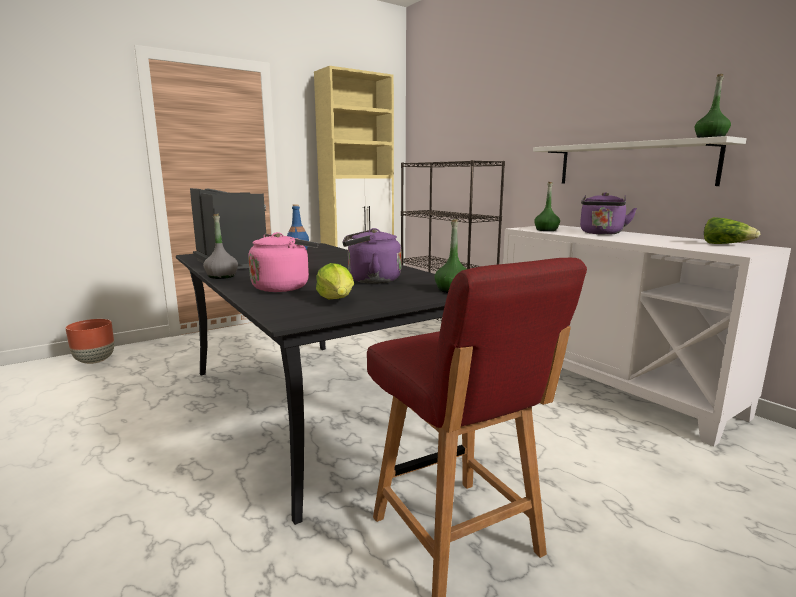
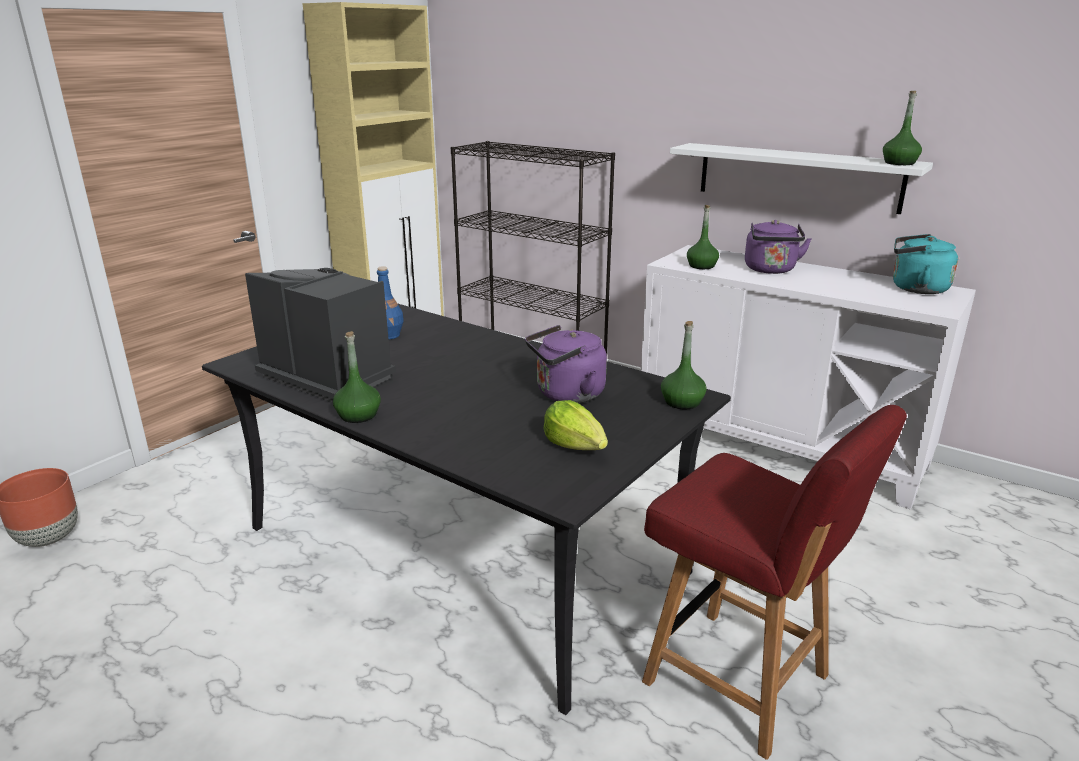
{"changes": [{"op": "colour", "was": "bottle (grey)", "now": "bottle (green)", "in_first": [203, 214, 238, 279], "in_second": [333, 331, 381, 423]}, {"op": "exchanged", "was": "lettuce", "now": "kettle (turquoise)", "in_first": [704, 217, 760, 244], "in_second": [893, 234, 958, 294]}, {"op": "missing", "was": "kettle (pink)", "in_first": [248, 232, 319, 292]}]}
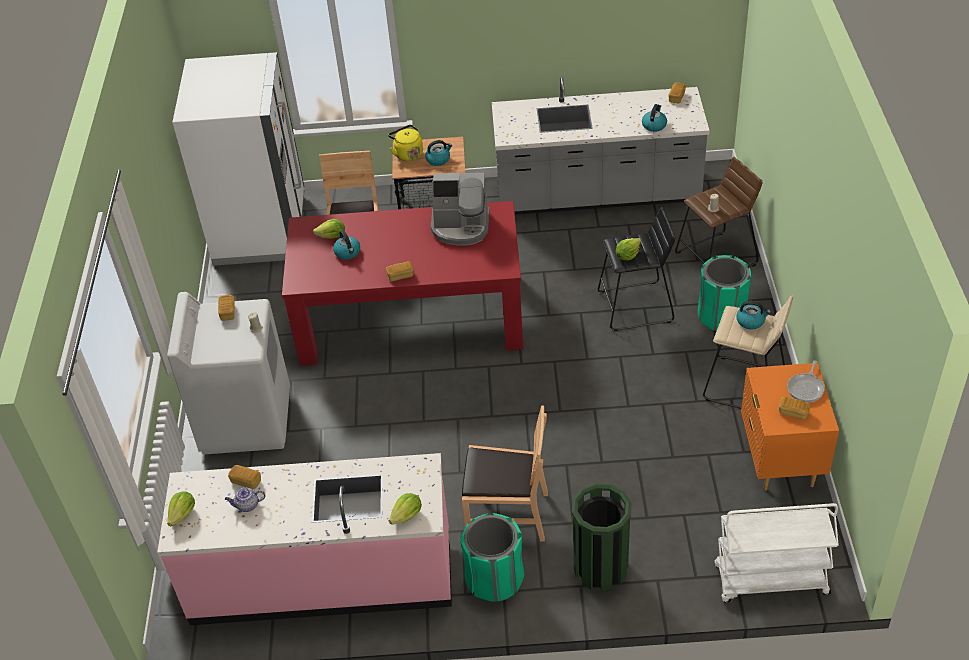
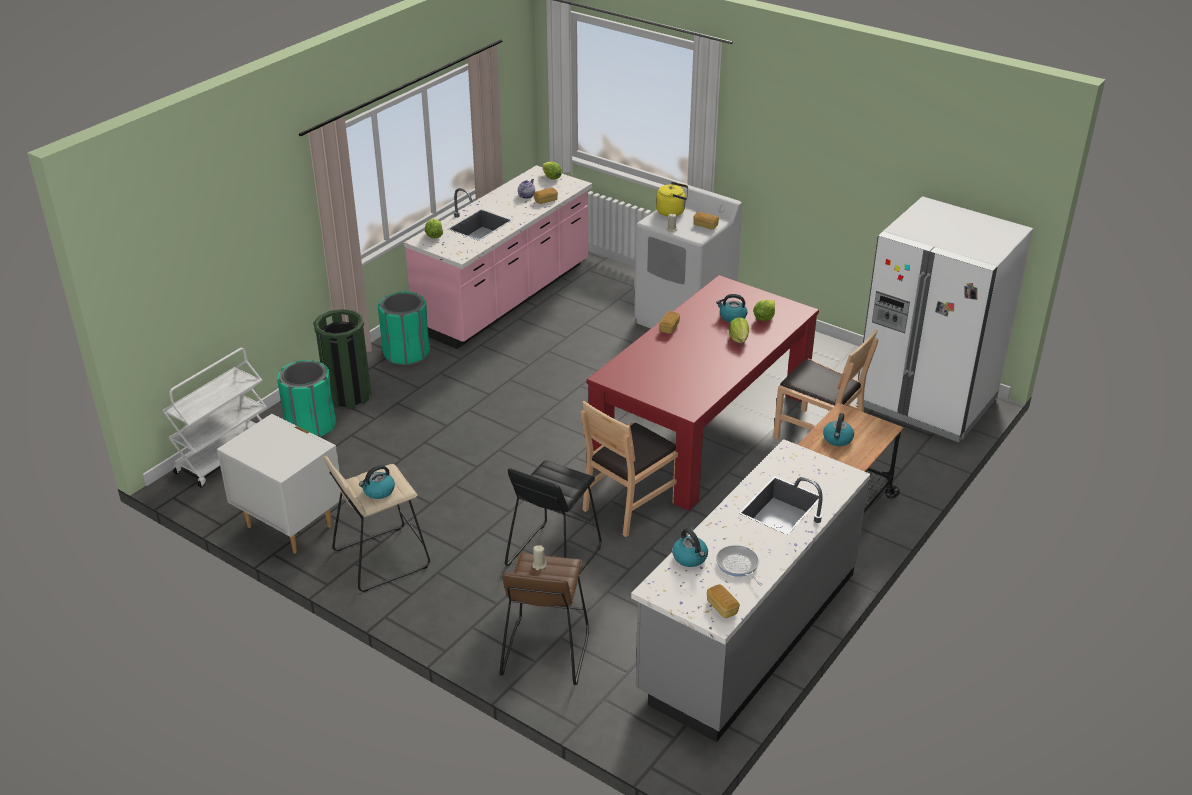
{"changes": [{"op": "colour", "was": "nightstand (orange)", "now": "nightstand (white)", "in_first": [741, 363, 839, 491], "in_second": [217, 414, 343, 553]}, {"op": "relocated", "was": "trash can (green)", "in_first": [698, 255, 751, 331], "in_second": [277, 360, 336, 437]}, {"op": "relocated", "was": "chair (brown)", "in_first": [462, 406, 548, 542], "in_second": [581, 401, 678, 537]}, {"op": "relocated", "was": "kettle (yellow)", "in_first": [388, 125, 423, 161], "in_second": [656, 182, 688, 216]}, {"op": "relocated", "was": "frying pan", "in_first": [787, 360, 825, 402], "in_second": [716, 545, 763, 585]}, {"op": "relocated", "was": "lettuce", "in_first": [616, 238, 641, 261], "in_second": [729, 317, 749, 343]}, {"op": "missing", "was": "coffee machine", "in_first": [431, 173, 490, 246]}, {"op": "missing", "was": "bread", "in_first": [779, 396, 811, 420]}]}
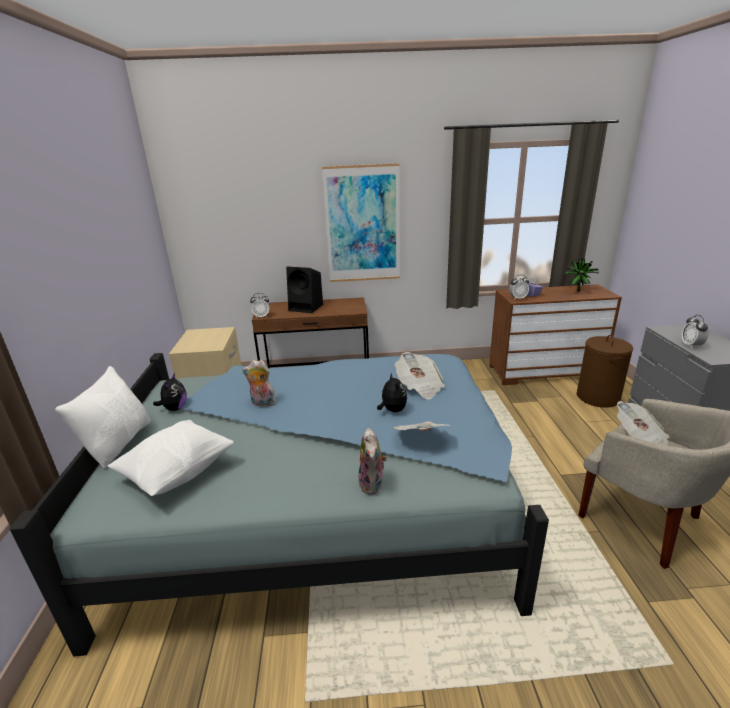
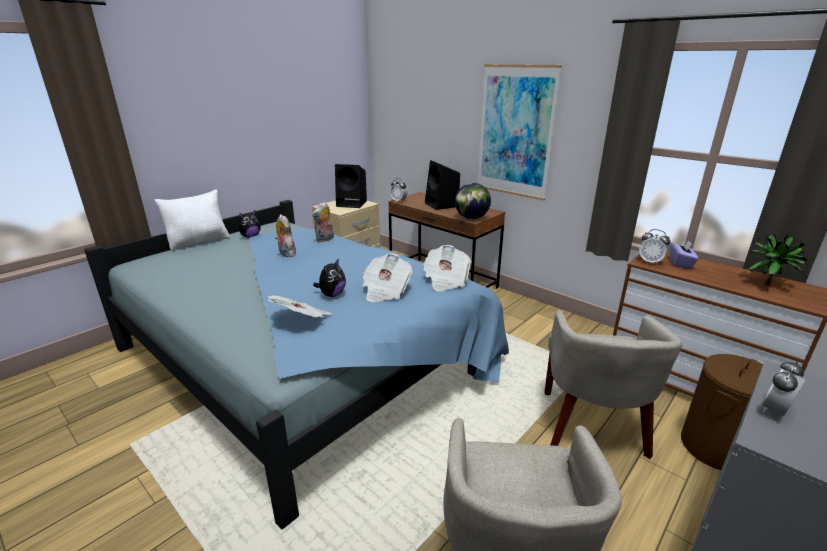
{"changes": [{"op": "relocated", "was": "plush toy", "in_first": [358, 428, 387, 495], "in_second": [312, 202, 334, 242]}, {"op": "appeared", "now": "speaker (black)", "in_second": [335, 164, 367, 208]}, {"op": "relocated", "was": "newspaper", "in_first": [617, 401, 669, 446], "in_second": [423, 245, 471, 291]}, {"op": "appeared", "now": "globe", "in_second": [455, 183, 491, 219]}, {"op": "appeared", "now": "armchair (beige)", "in_second": [545, 310, 682, 459]}, {"op": "missing", "was": "pillow (white)", "in_first": [108, 420, 234, 496]}]}
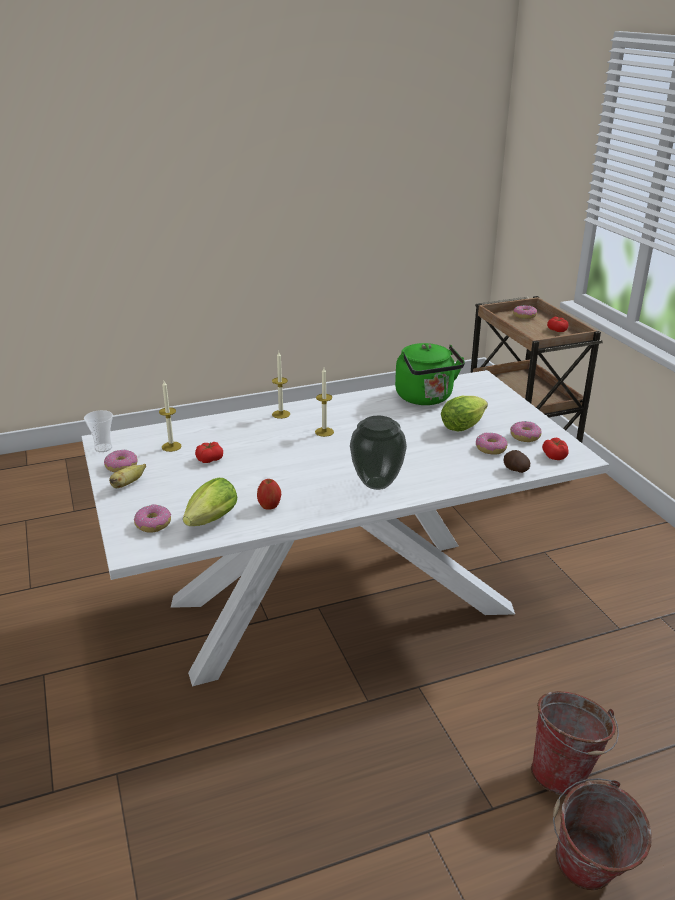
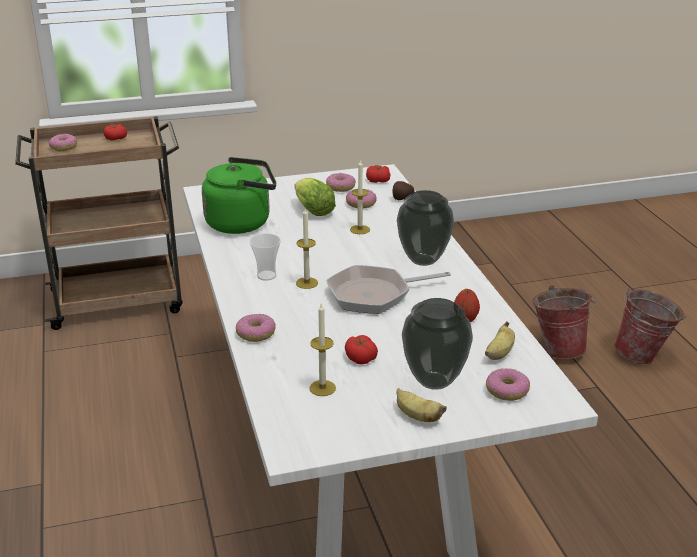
{"changes": [{"op": "relocated", "was": "donut", "in_first": [104, 450, 137, 472], "in_second": [236, 314, 276, 342]}, {"op": "relocated", "was": "cup", "in_first": [84, 410, 113, 452], "in_second": [249, 233, 281, 281]}, {"op": "appeared", "now": "frying pan", "in_second": [326, 265, 451, 314]}, {"op": "relocated", "was": "candle", "in_first": [272, 352, 290, 419], "in_second": [350, 159, 370, 234]}, {"op": "appeared", "now": "vase", "in_second": [402, 298, 473, 390]}, {"op": "exchanged", "was": "lettuce", "now": "banana", "in_first": [183, 478, 237, 526], "in_second": [485, 321, 515, 360]}]}
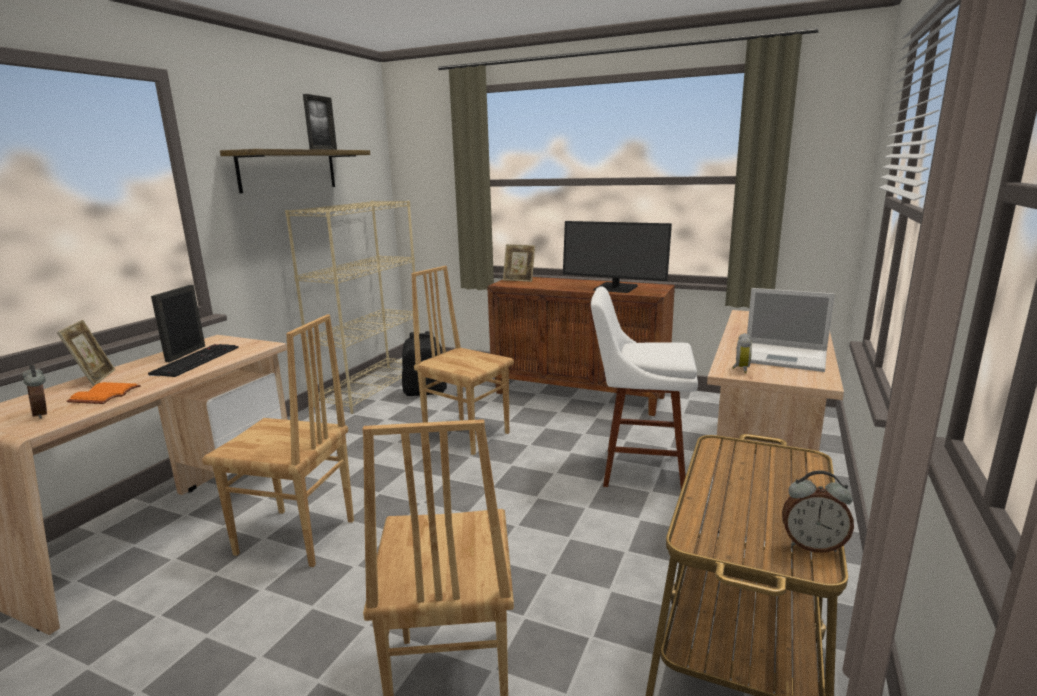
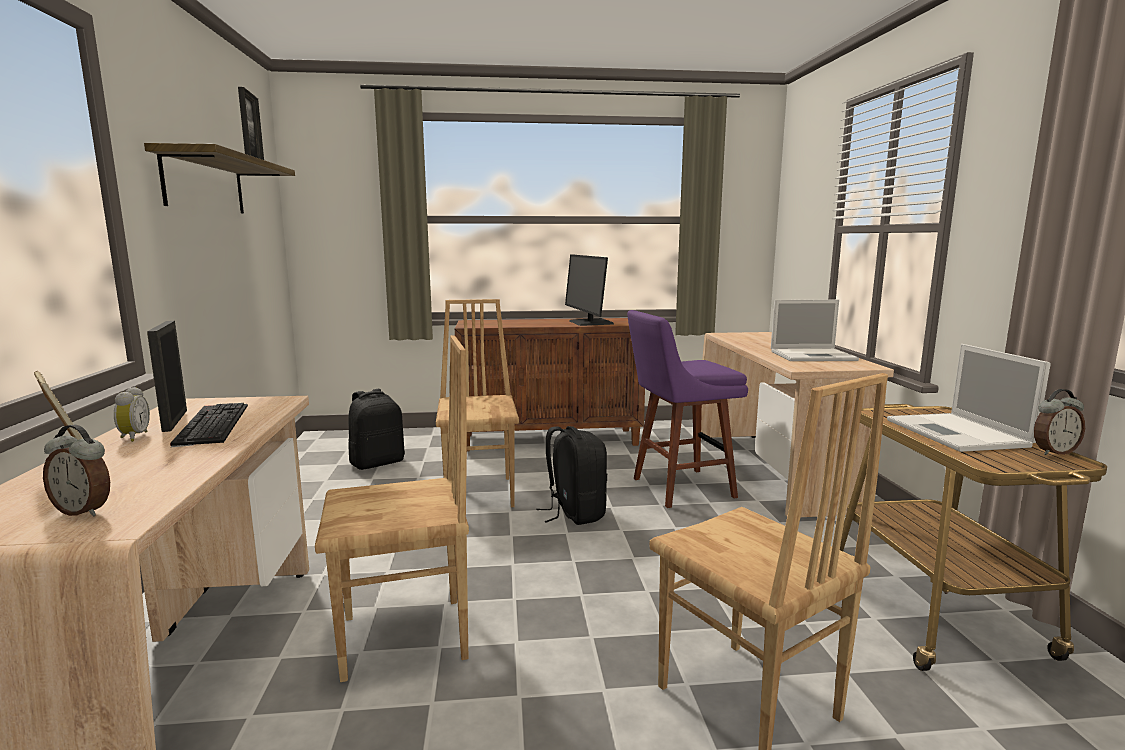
{"changes": [{"op": "relocated", "was": "alarm clock", "in_first": [732, 333, 752, 373], "in_second": [114, 387, 150, 442]}, {"op": "spun", "was": "chair (brown)", "in_first": [411, 266, 514, 455], "in_second": [436, 299, 519, 507], "clockwise": 75}, {"op": "appeared", "now": "backpack (black)", "in_second": [536, 426, 607, 525]}, {"op": "spun", "was": "monitor", "in_first": [563, 221, 672, 293], "in_second": [565, 254, 614, 326], "clockwise": 75}, {"op": "colour", "was": "stool (white)", "now": "stool (purple)", "in_first": [591, 287, 698, 489], "in_second": [627, 310, 748, 508]}, {"op": "appeared", "now": "laptop", "in_second": [887, 344, 1051, 452]}, {"op": "missing", "was": "book (orange)", "in_first": [67, 382, 141, 404]}, {"op": "missing", "was": "bookcase (beige)", "in_first": [285, 201, 420, 414]}, {"op": "missing", "was": "picture frame", "in_first": [503, 244, 535, 282]}]}
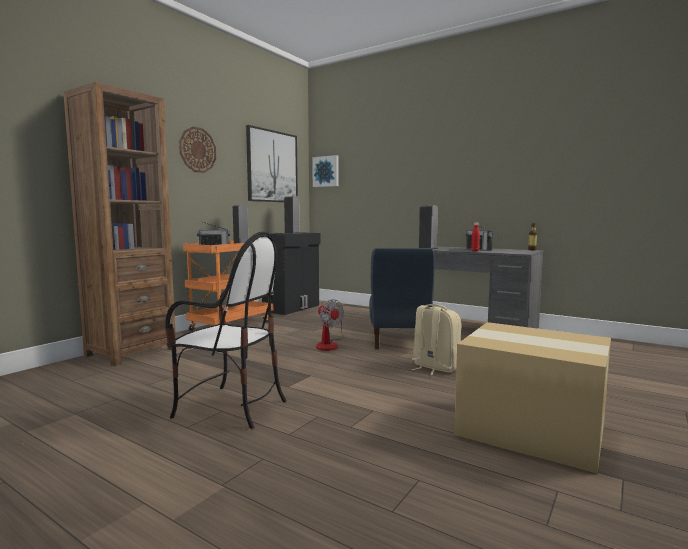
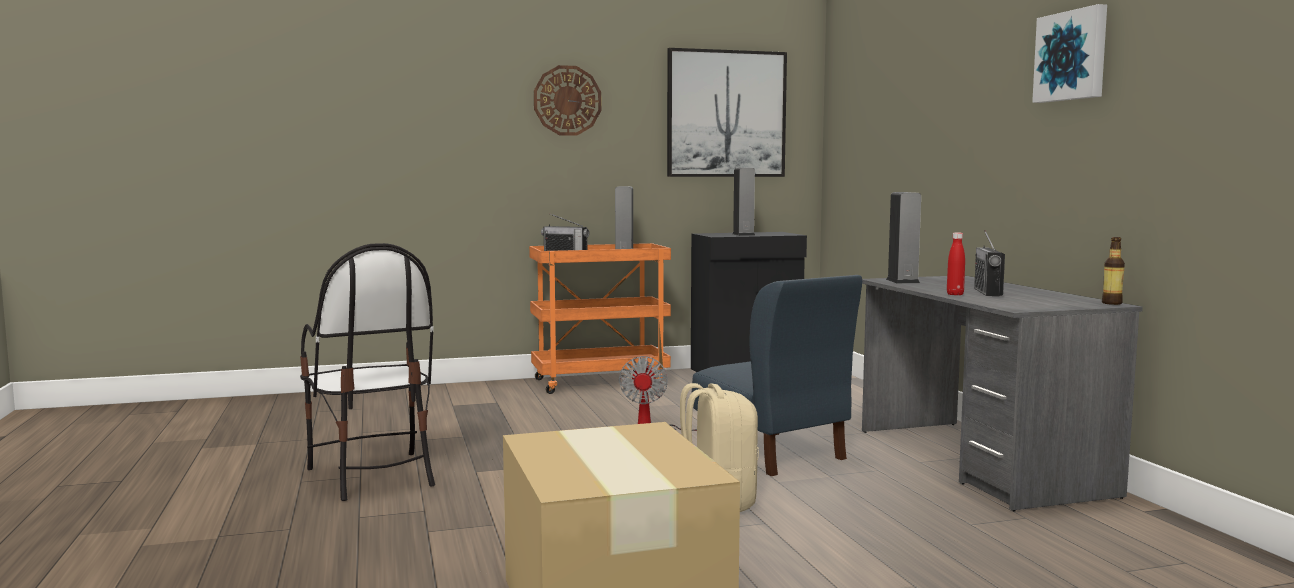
{"changes": [{"op": "spun", "was": "chair (blue)", "in_first": [369, 248, 435, 349], "in_second": [692, 275, 862, 476], "clockwise": -75}, {"op": "relocated", "was": "picture", "in_first": [312, 155, 339, 187], "in_second": [1032, 4, 1107, 103]}, {"op": "missing", "was": "bookcase (brown)", "in_first": [63, 82, 176, 366]}]}
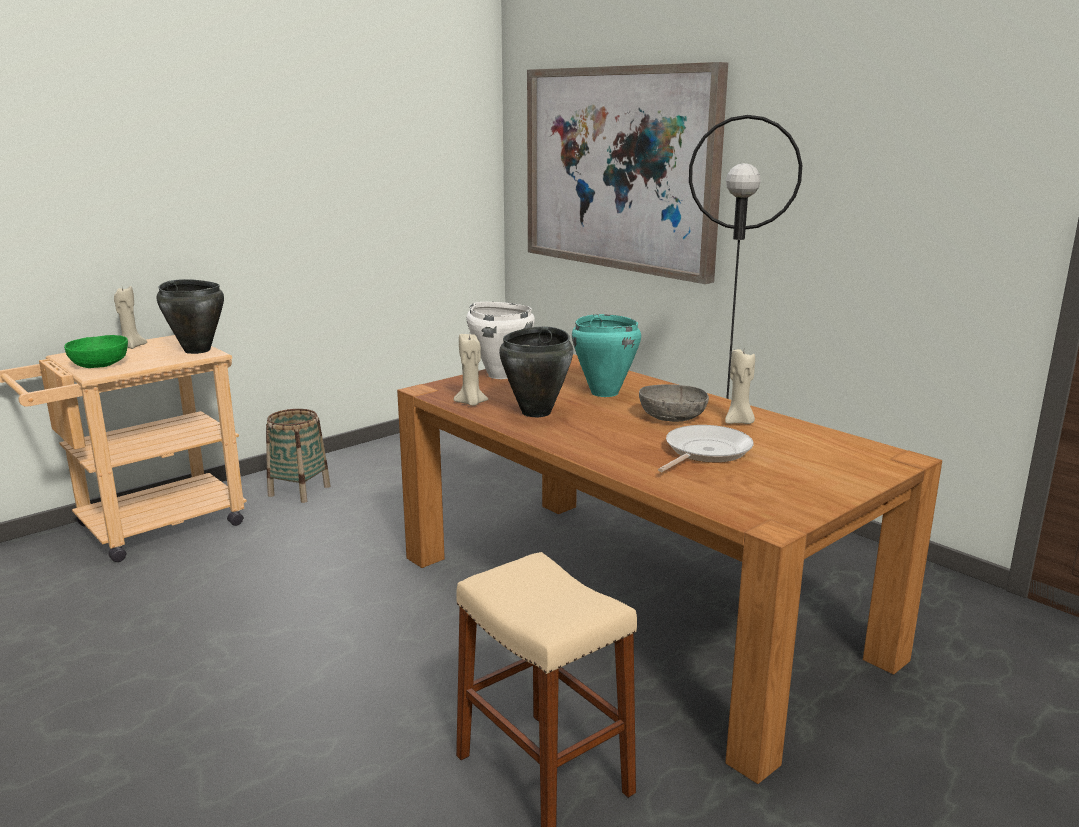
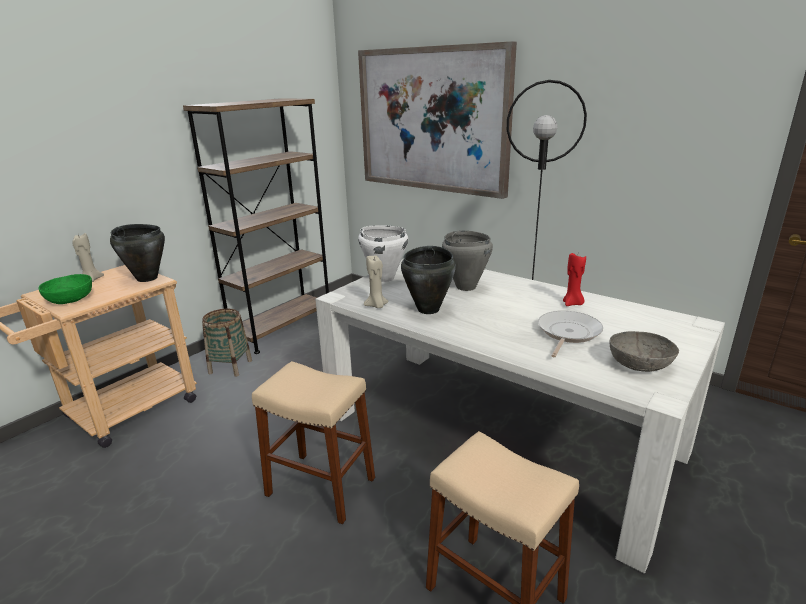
{"changes": [{"op": "appeared", "now": "bookcase (brown)", "in_second": [183, 98, 329, 354]}, {"op": "appeared", "now": "stool (beige)", "in_second": [252, 361, 375, 524]}, {"op": "colour", "was": "dining table (brown)", "now": "dining table (white)", "in_first": [397, 354, 942, 784], "in_second": [315, 259, 725, 574]}, {"op": "colour", "was": "cooking pot (turquoise)", "now": "cooking pot (grey)", "in_first": [572, 314, 641, 397], "in_second": [442, 231, 493, 291]}, {"op": "colour", "was": "candle (beige)", "now": "candle (red)", "in_first": [725, 349, 755, 424], "in_second": [563, 253, 586, 306]}, {"op": "relocated", "was": "bowl (grey)", "in_first": [639, 384, 709, 422], "in_second": [609, 331, 679, 372]}]}
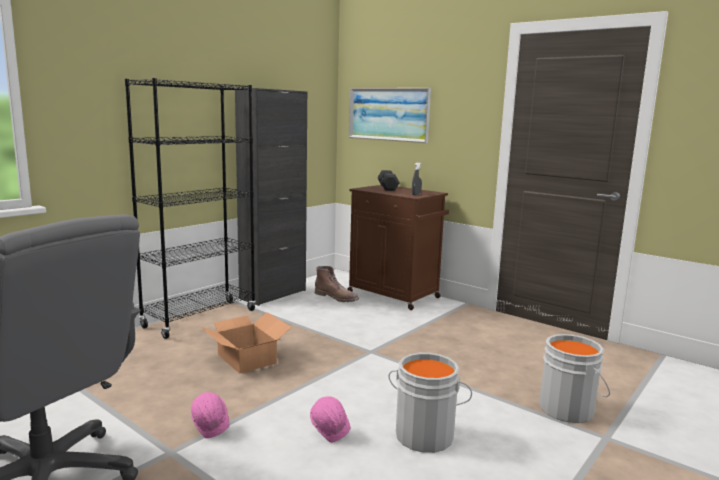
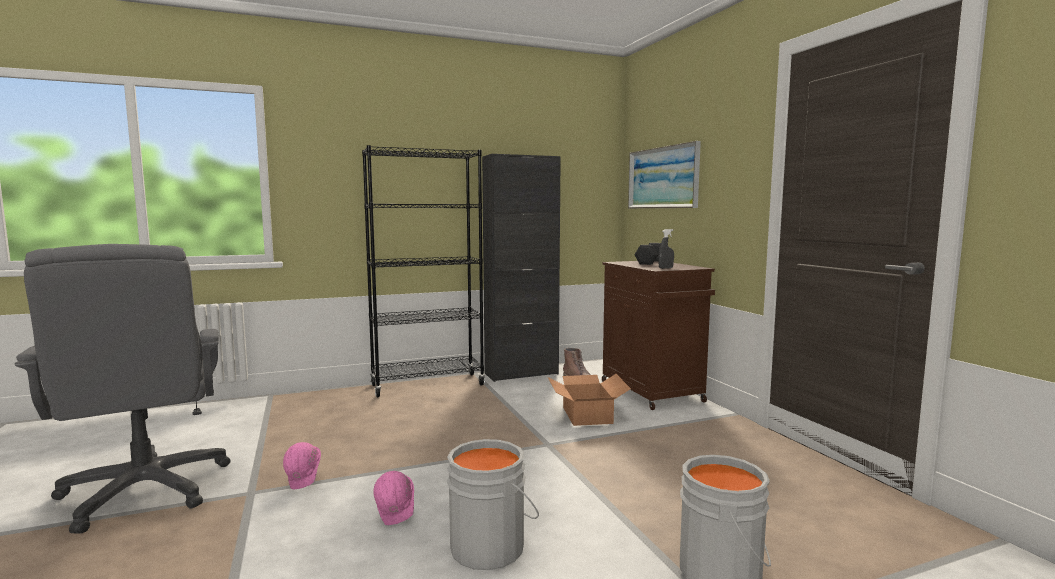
{"changes": [{"op": "relocated", "was": "cardboard box", "in_first": [201, 312, 291, 374], "in_second": [548, 374, 631, 426]}]}
